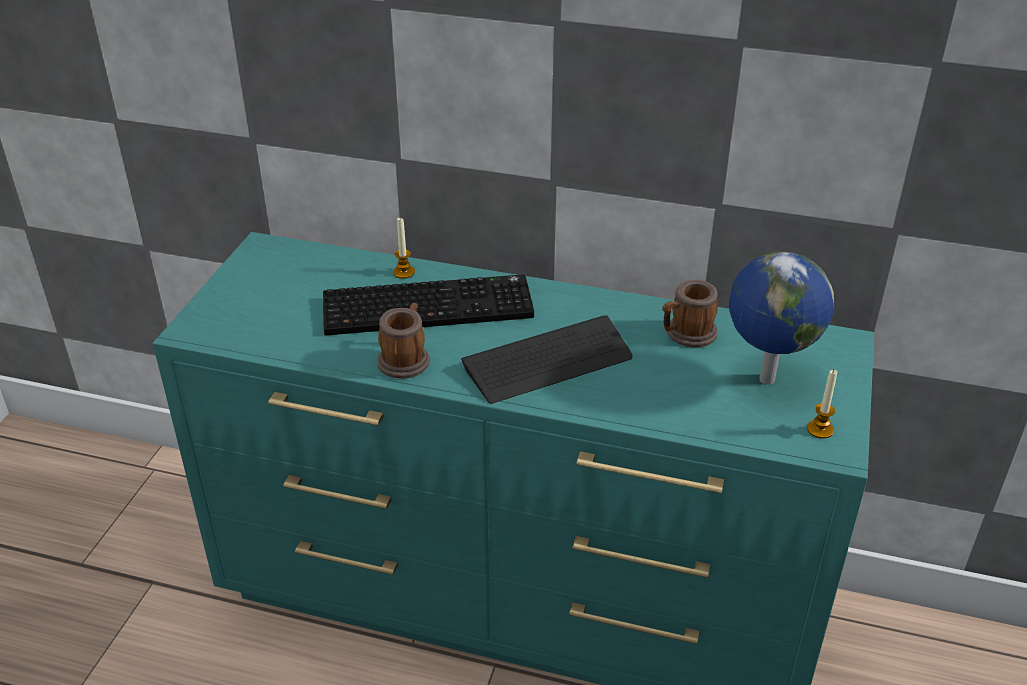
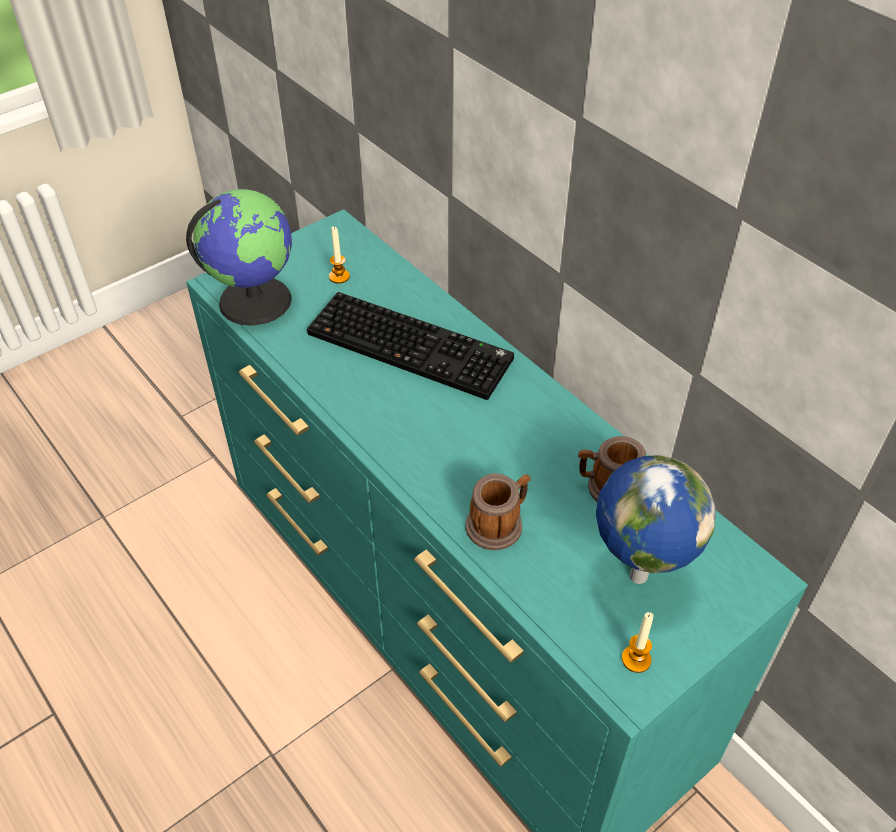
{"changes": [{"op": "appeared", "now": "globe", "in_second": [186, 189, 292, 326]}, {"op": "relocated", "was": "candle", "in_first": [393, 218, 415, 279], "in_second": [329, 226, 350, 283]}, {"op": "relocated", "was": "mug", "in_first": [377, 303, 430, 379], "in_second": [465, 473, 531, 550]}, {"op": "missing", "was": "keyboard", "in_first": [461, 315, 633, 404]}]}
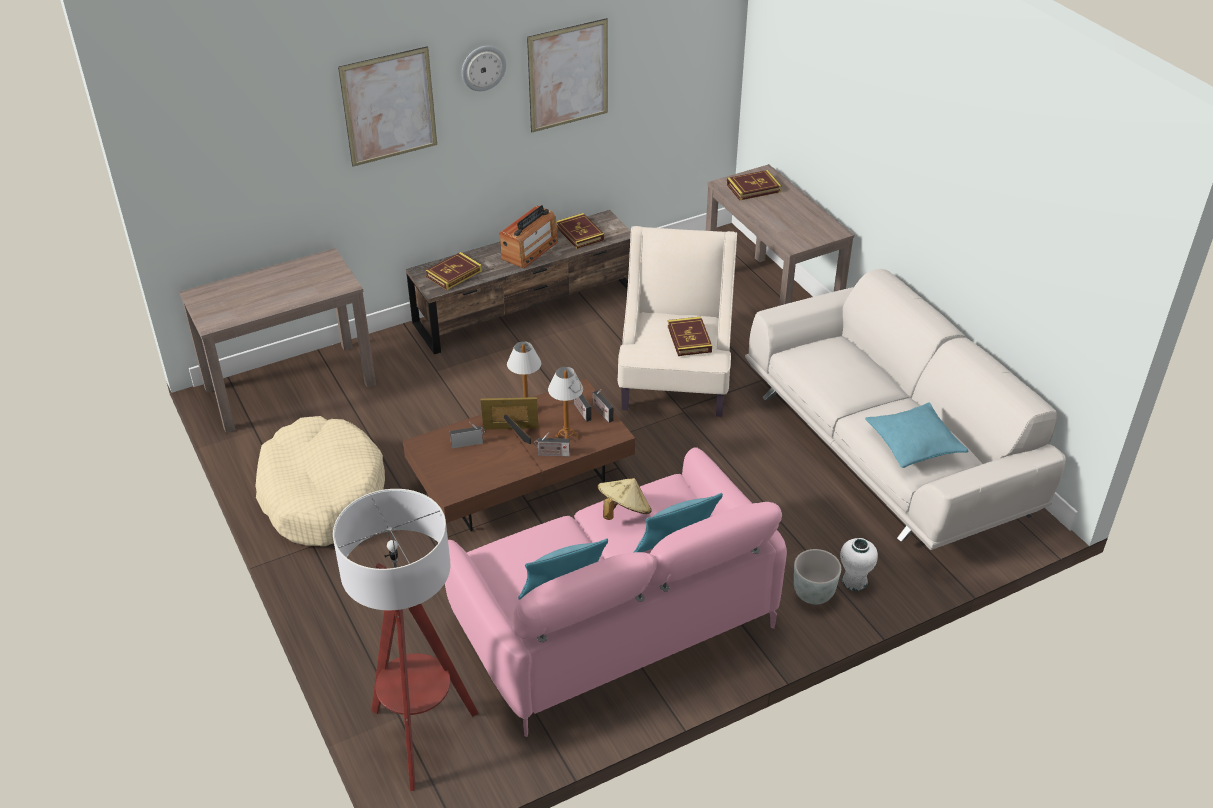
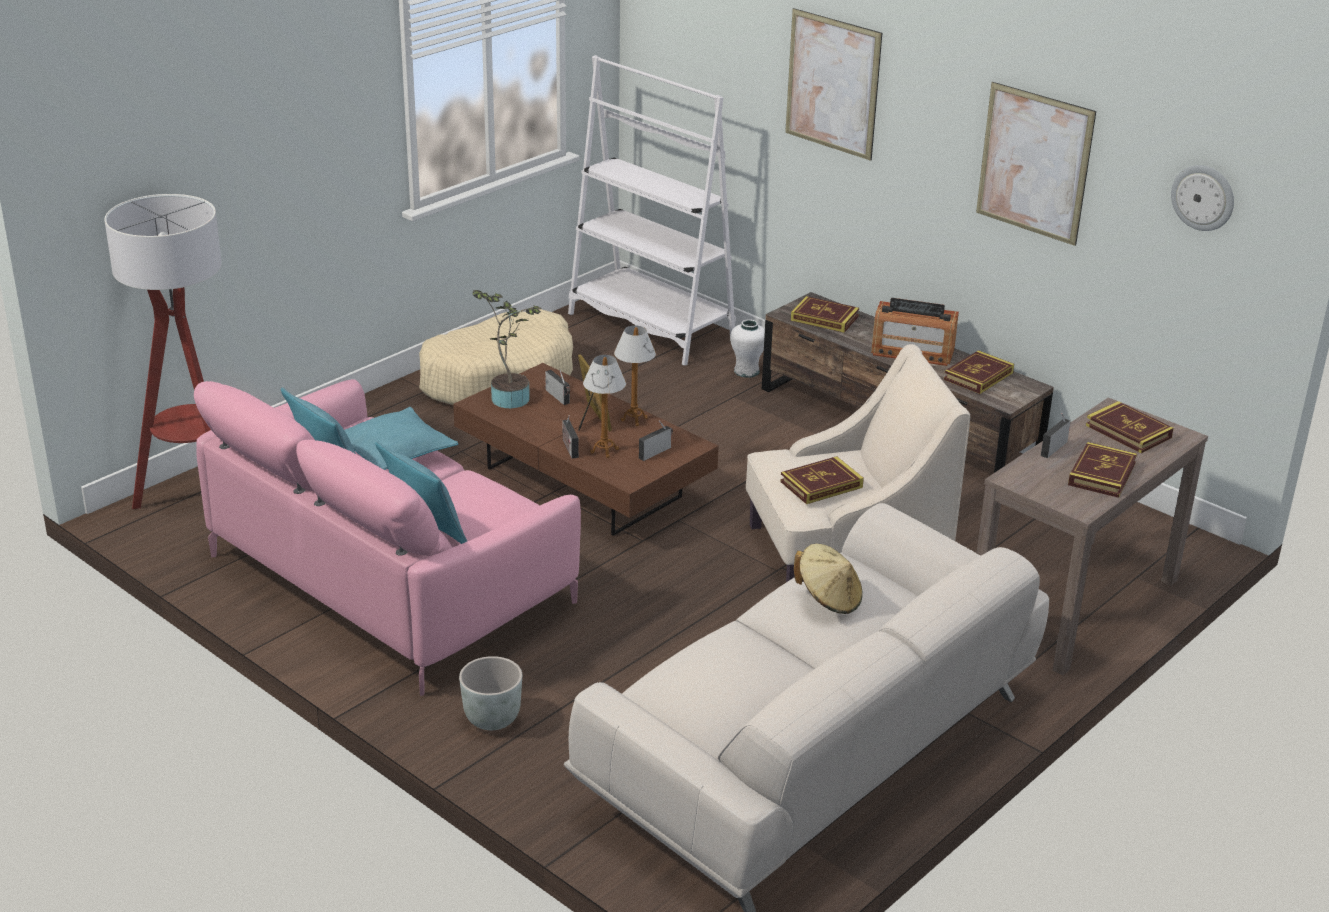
{"changes": [{"op": "relocated", "was": "pillow (turquoise)", "in_first": [865, 402, 968, 468], "in_second": [345, 407, 458, 470]}, {"op": "appeared", "now": "potted plant", "in_second": [473, 290, 542, 408]}, {"op": "exchanged", "was": "console table (brown)", "now": "bookcase (white)", "in_first": [179, 248, 376, 433], "in_second": [568, 55, 736, 366]}, {"op": "relocated", "was": "vase (white)", "in_first": [840, 538, 878, 591], "in_second": [730, 319, 765, 378]}, {"op": "relocated", "was": "hat (beige)", "in_first": [598, 478, 652, 520], "in_second": [794, 544, 863, 614]}, {"op": "relocated", "was": "radio", "in_first": [592, 390, 614, 423], "in_second": [1041, 413, 1071, 458]}, {"op": "appeared", "now": "book", "in_second": [1068, 442, 1137, 498]}, {"op": "relocated", "was": "wall clock", "in_first": [462, 46, 506, 91], "in_second": [1171, 165, 1234, 231]}]}
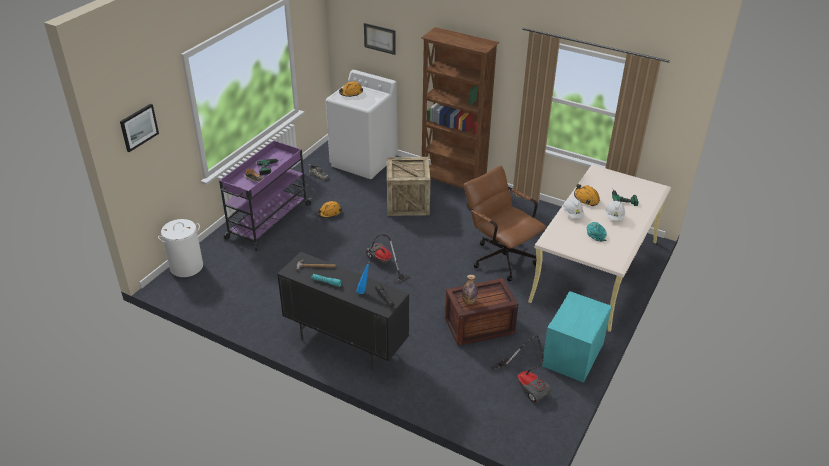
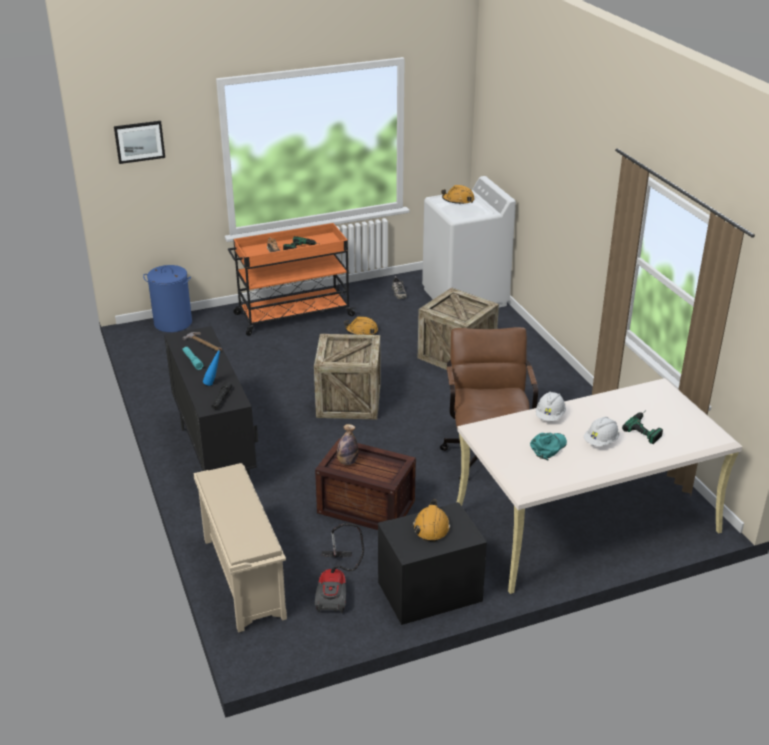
{"changes": [{"op": "colour", "was": "laundry basket (white)", "now": "laundry basket (blue)", "in_first": [158, 219, 203, 277], "in_second": [143, 265, 192, 332]}, {"op": "appeared", "now": "shoe rack (beige)", "in_second": [194, 463, 287, 633]}, {"op": "colour", "was": "cart (purple)", "now": "cart (orange)", "in_first": [219, 140, 312, 251], "in_second": [228, 223, 356, 336]}, {"op": "exchanged", "was": "vacuum cleaner", "now": "crate", "in_first": [365, 234, 411, 284], "in_second": [314, 334, 380, 420]}, {"op": "colour", "was": "nightstand (turquoise)", "now": "nightstand (black)", "in_first": [542, 291, 612, 383], "in_second": [378, 502, 487, 625]}, {"op": "relocated", "was": "hard hat (orange)", "in_first": [574, 184, 600, 206], "in_second": [413, 499, 451, 542]}, {"op": "missing", "was": "picture", "in_first": [364, 23, 396, 55]}, {"op": "missing", "was": "bookcase (brown)", "in_first": [421, 27, 499, 189]}]}
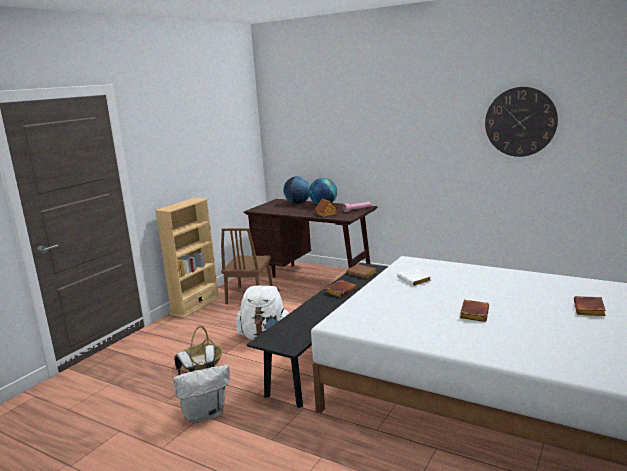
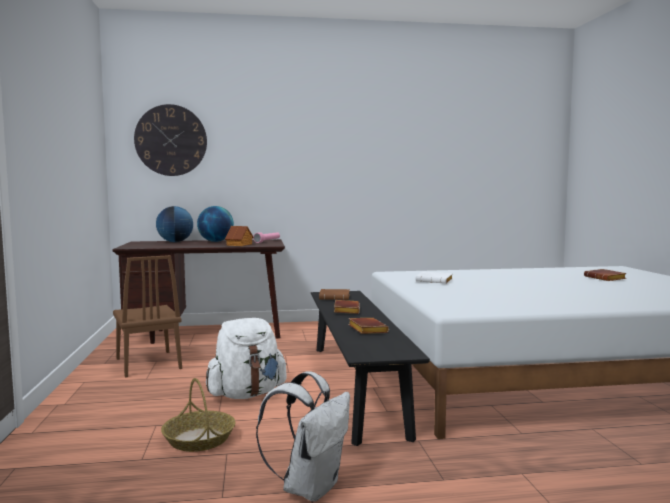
{"changes": [{"op": "relocated", "was": "wall clock", "in_first": [485, 87, 558, 157], "in_second": [134, 104, 207, 176]}, {"op": "relocated", "was": "book (brown)", "in_first": [460, 300, 489, 322], "in_second": [348, 318, 389, 334]}, {"op": "missing", "was": "bookcase (beige)", "in_first": [155, 198, 220, 318]}]}
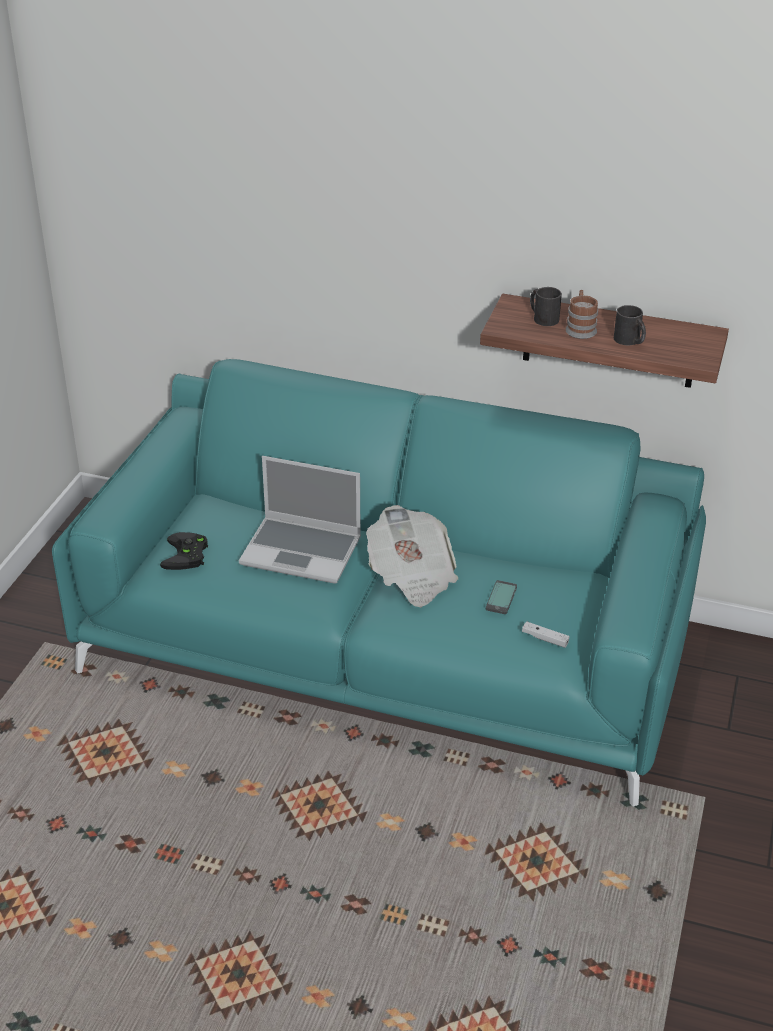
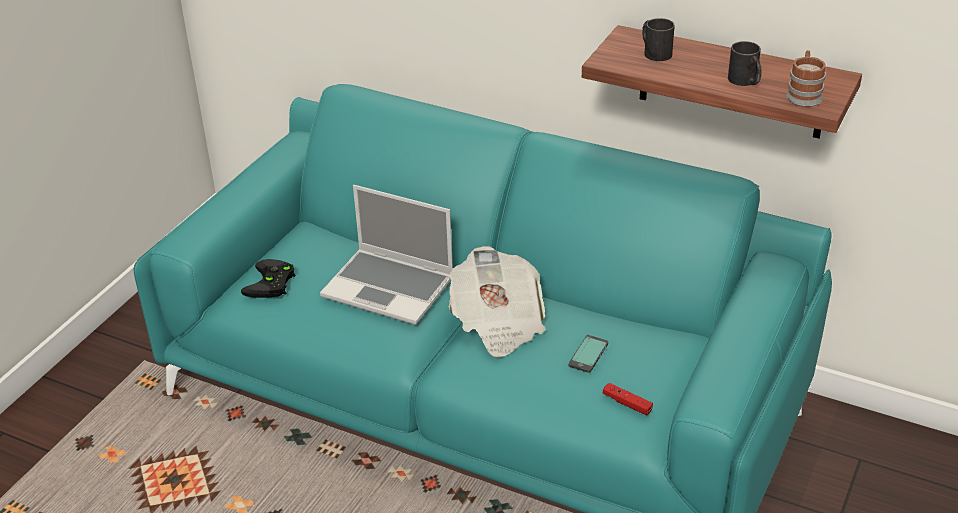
{"changes": [{"op": "colour", "was": "game controller (white)", "now": "game controller (red)", "in_first": [522, 621, 570, 648], "in_second": [603, 383, 653, 415]}, {"op": "relocated", "was": "mug", "in_first": [565, 290, 598, 339], "in_second": [786, 50, 826, 107]}]}
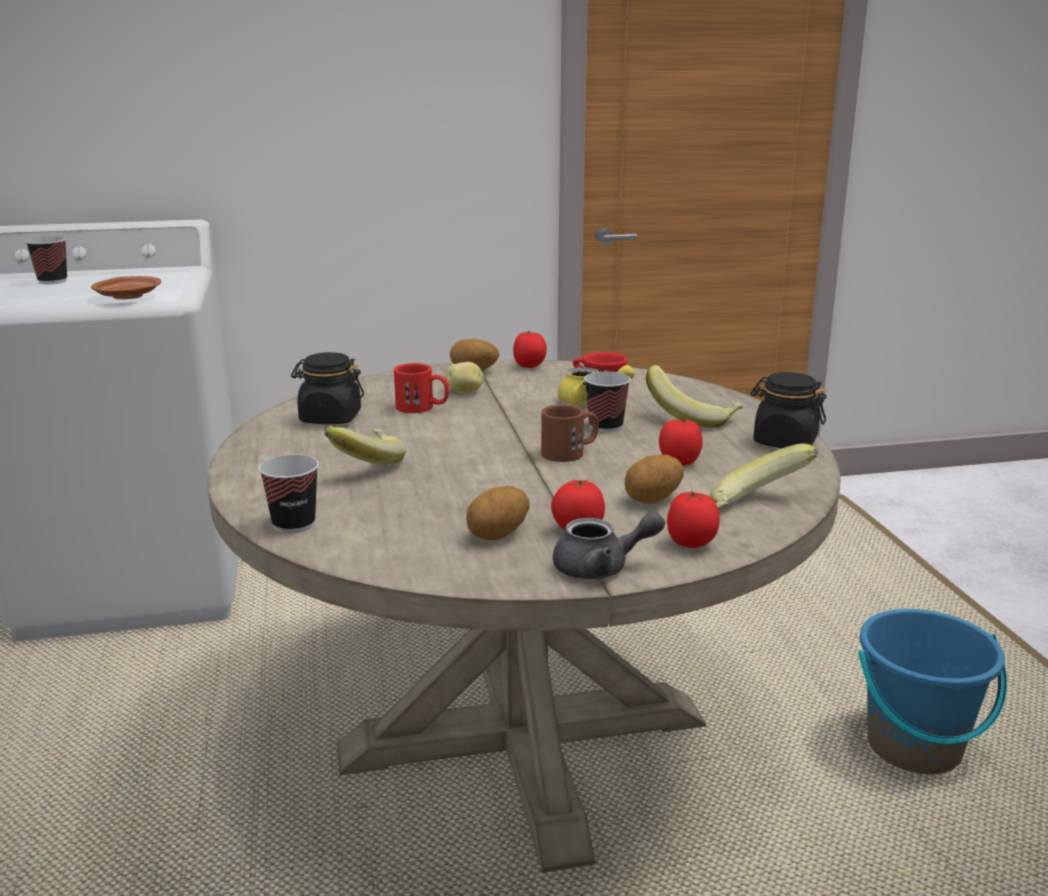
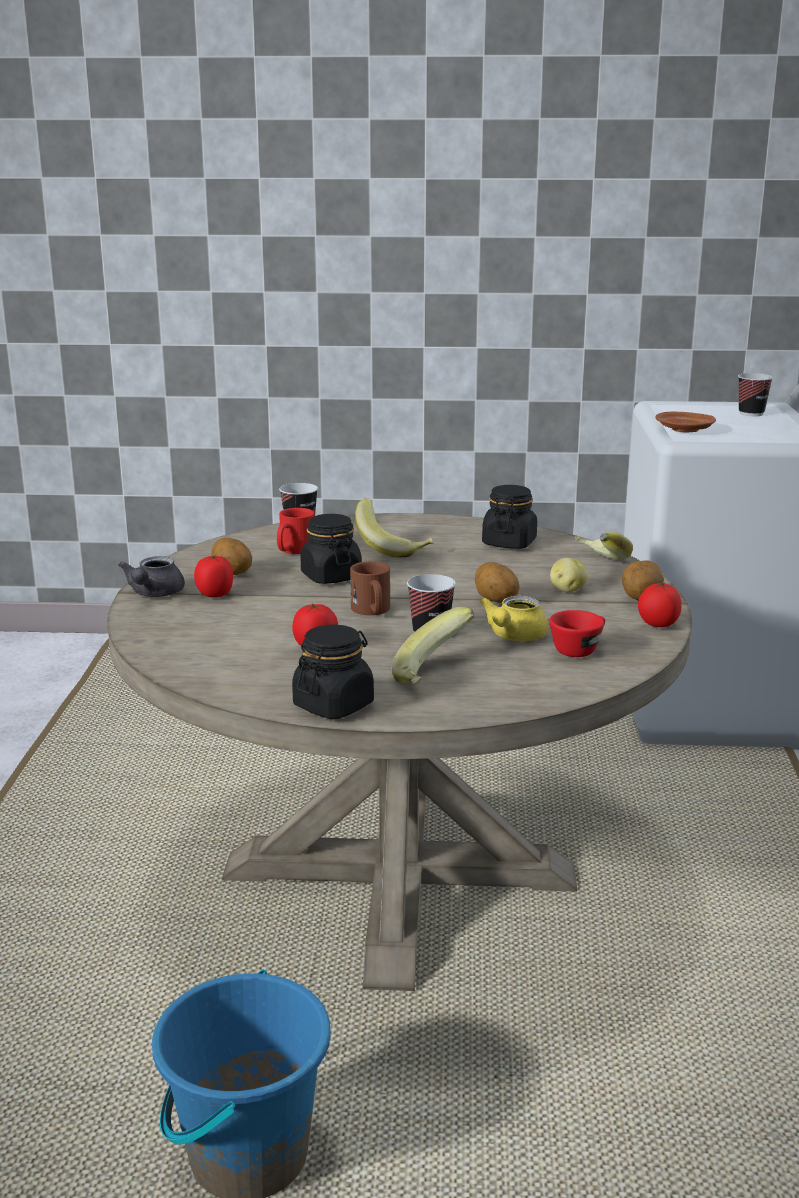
{"changes": [{"op": "relocated", "was": "mug (red)", "in_first": [394, 363, 449, 413], "in_second": [277, 508, 314, 554]}, {"op": "appeared", "now": "jar (black)", "in_second": [300, 514, 362, 584]}, {"op": "relocated", "was": "potato", "in_first": [625, 455, 684, 504], "in_second": [475, 562, 520, 603]}, {"op": "relocated", "was": "banana", "in_first": [710, 444, 818, 508], "in_second": [575, 532, 633, 560]}, {"op": "missing", "was": "tomato", "in_first": [667, 491, 720, 548]}]}
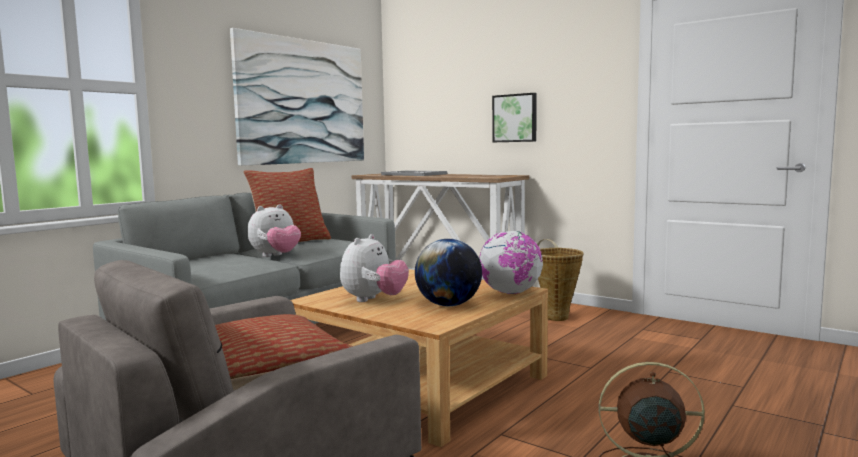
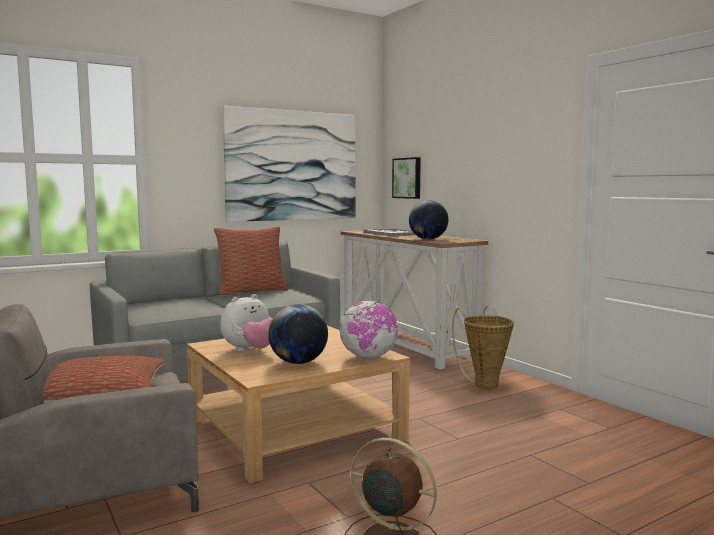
{"changes": [{"op": "relocated", "was": "picture", "in_first": [492, 93, 537, 142], "in_second": [392, 157, 421, 199]}, {"op": "appeared", "now": "globe", "in_second": [409, 200, 448, 240]}, {"op": "missing", "was": "plush toy", "in_first": [247, 204, 301, 257]}]}
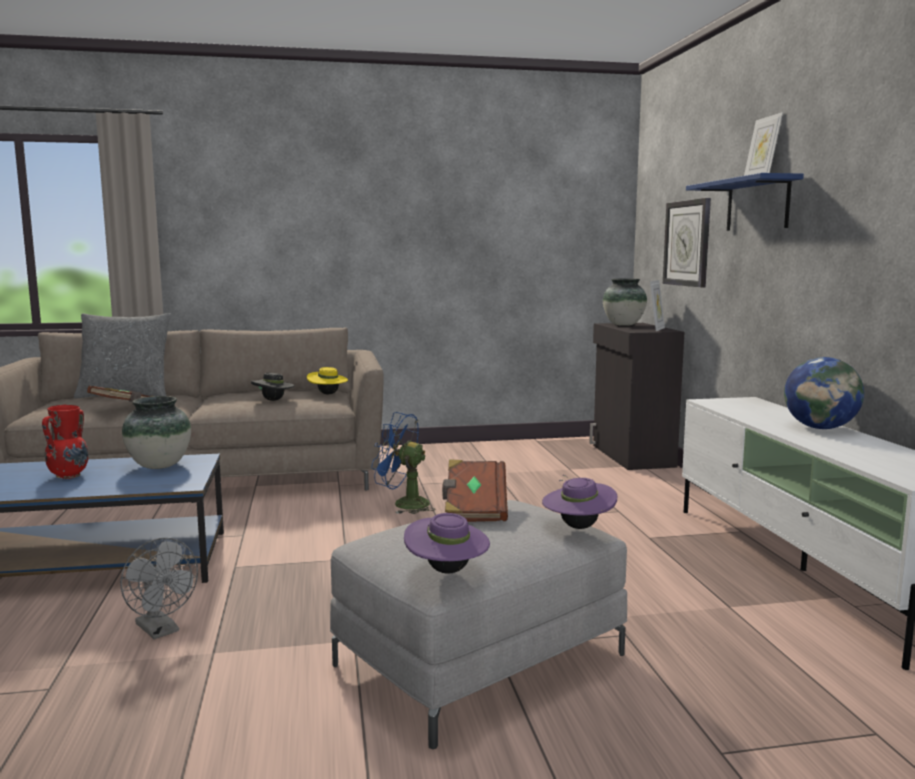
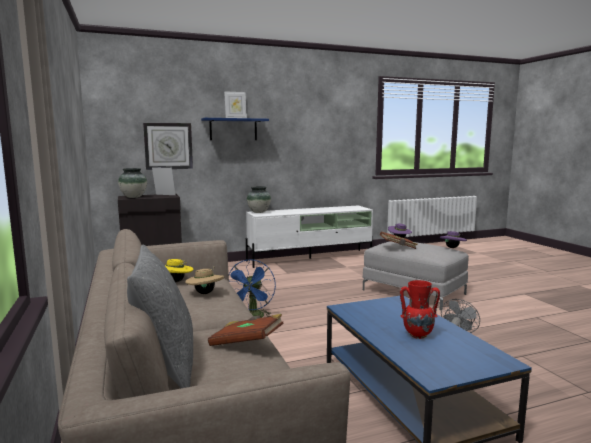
{"changes": [{"op": "colour", "was": "hat (black)", "now": "hat (beige)", "in_first": [251, 373, 295, 401], "in_second": [185, 267, 224, 294]}, {"op": "relocated", "was": "vase", "in_first": [122, 396, 191, 469], "in_second": [247, 186, 271, 213]}, {"op": "missing", "was": "globe", "in_first": [784, 357, 864, 429]}]}
